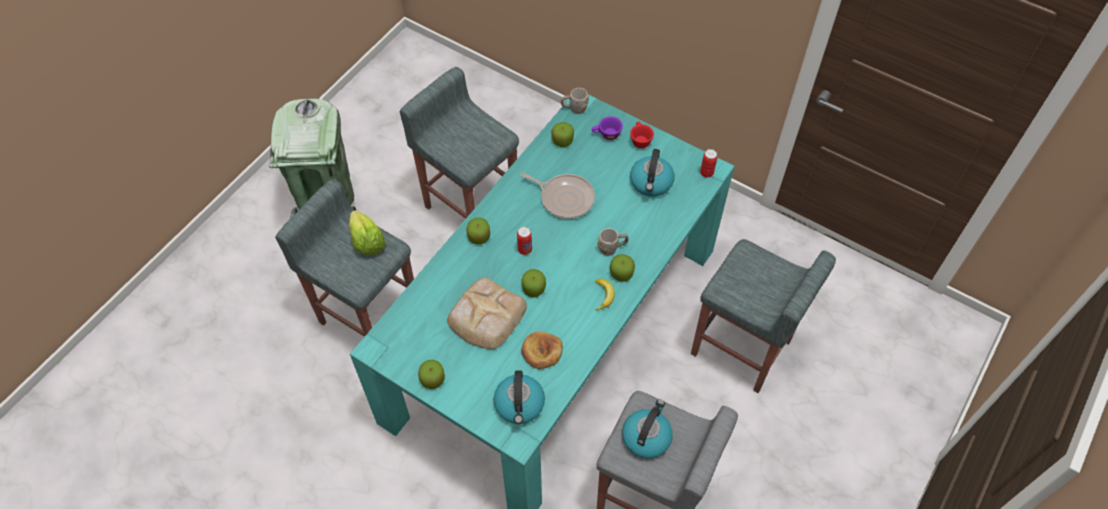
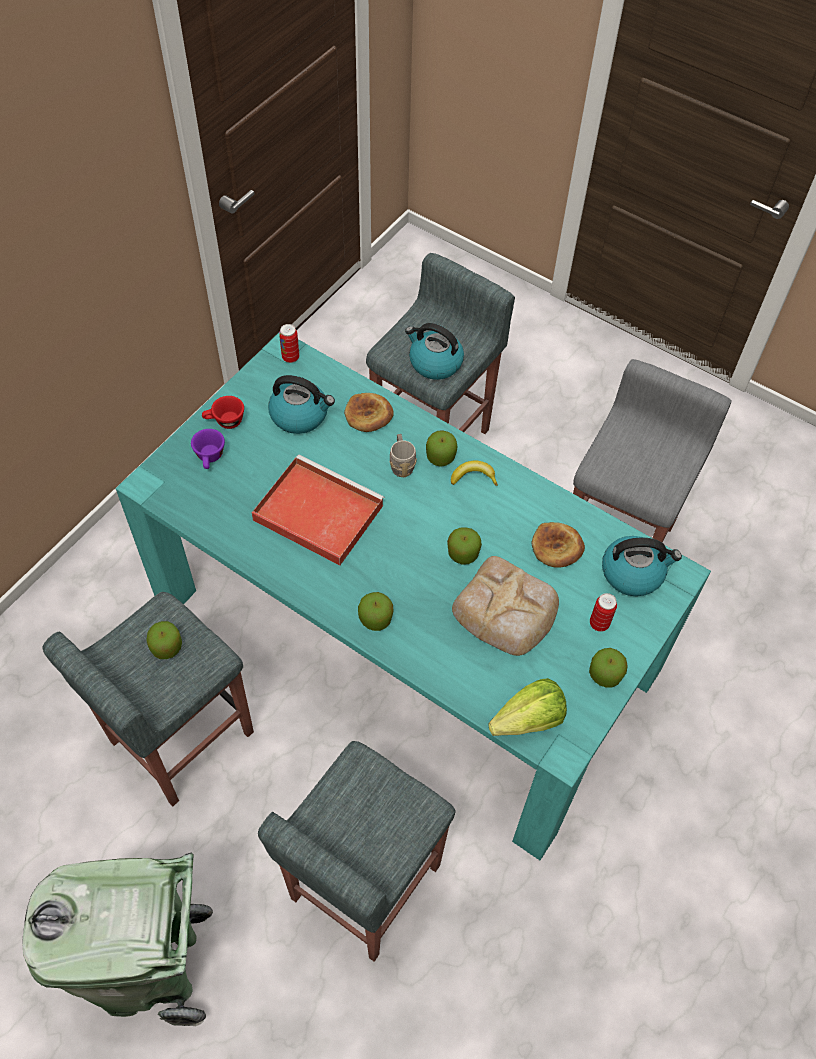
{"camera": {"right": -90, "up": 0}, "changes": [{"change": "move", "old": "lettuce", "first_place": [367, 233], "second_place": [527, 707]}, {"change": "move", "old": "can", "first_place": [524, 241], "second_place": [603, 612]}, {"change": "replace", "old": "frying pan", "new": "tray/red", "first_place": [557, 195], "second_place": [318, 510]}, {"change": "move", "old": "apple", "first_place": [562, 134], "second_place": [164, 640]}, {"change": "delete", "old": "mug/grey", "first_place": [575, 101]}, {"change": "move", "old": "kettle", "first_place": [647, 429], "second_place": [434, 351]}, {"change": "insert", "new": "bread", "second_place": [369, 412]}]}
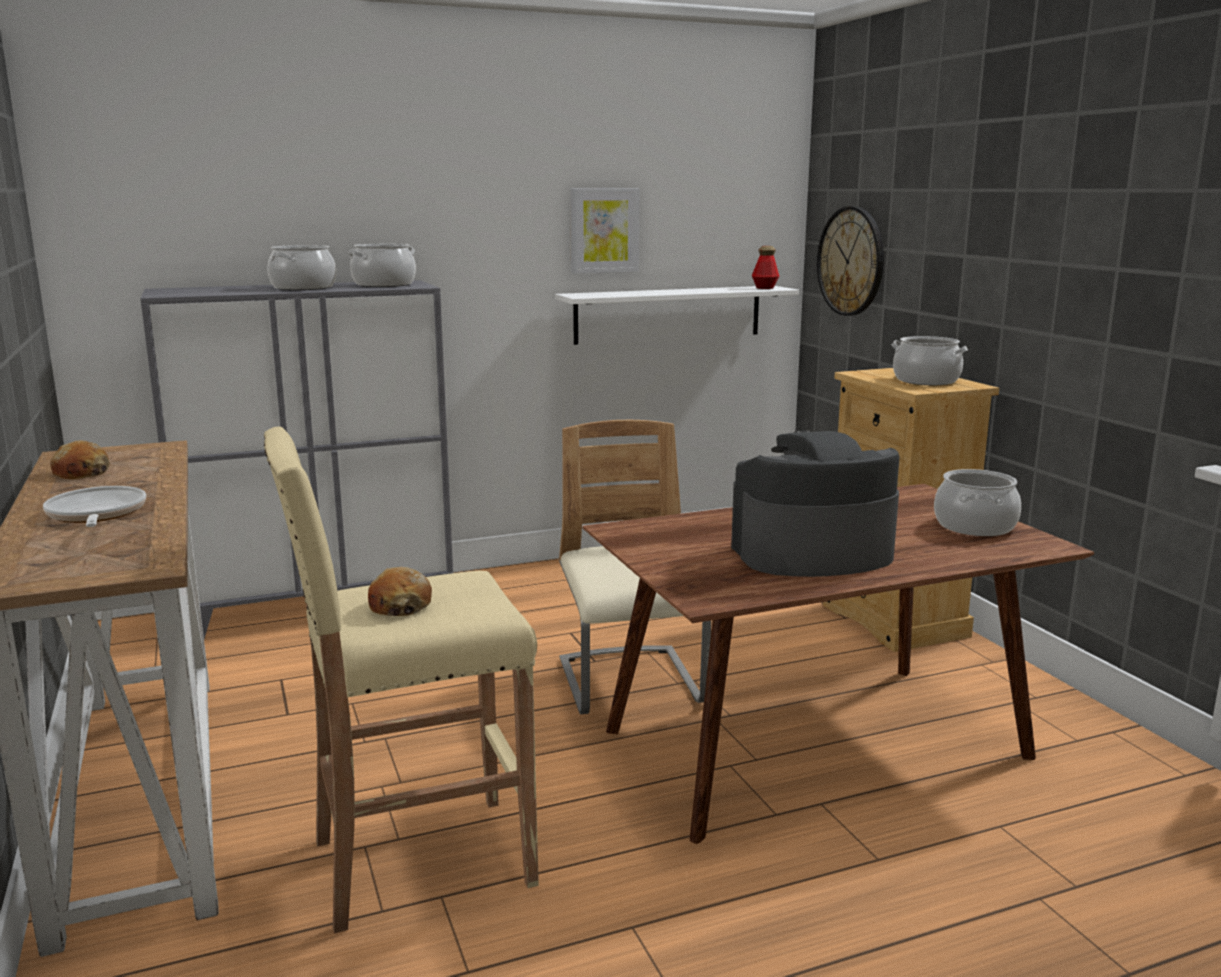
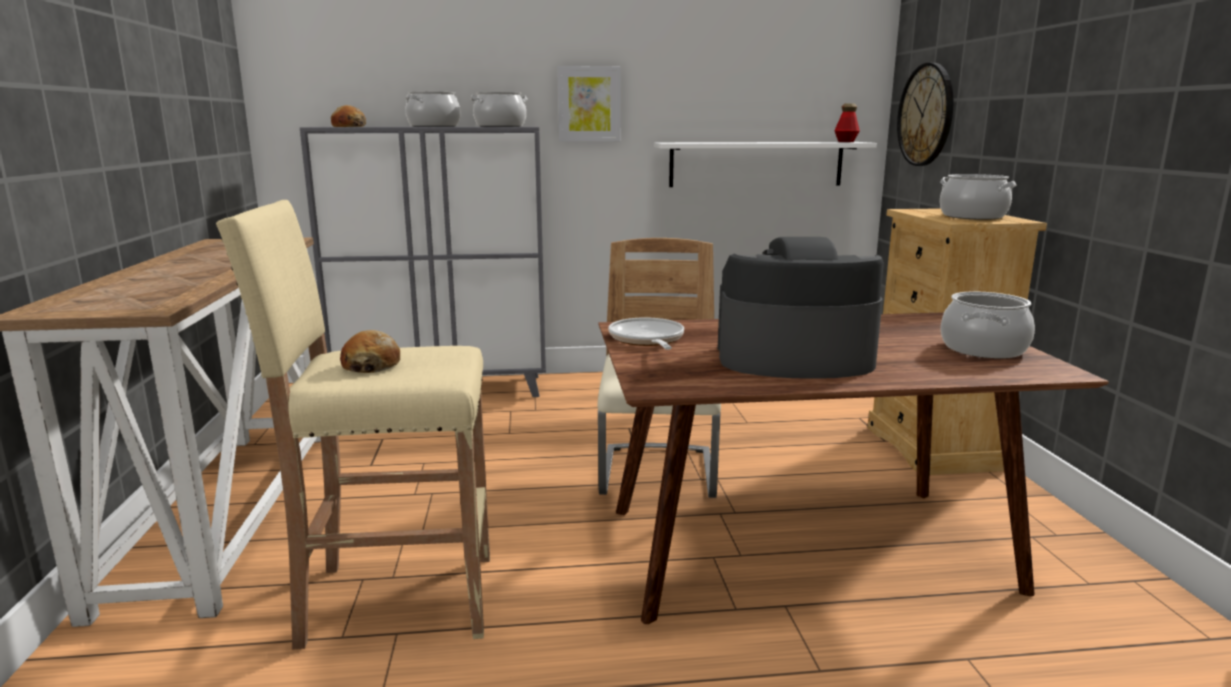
{"camera": {"right": 15, "up": 0}, "changes": [{"change": "move", "old": "frying pan", "first_place": [94, 506], "second_place": [646, 333]}, {"change": "move", "old": "bread", "first_place": [80, 459], "second_place": [348, 116]}, {"change": "move", "old": "picture", "first_place": [604, 231], "second_place": [589, 104]}]}
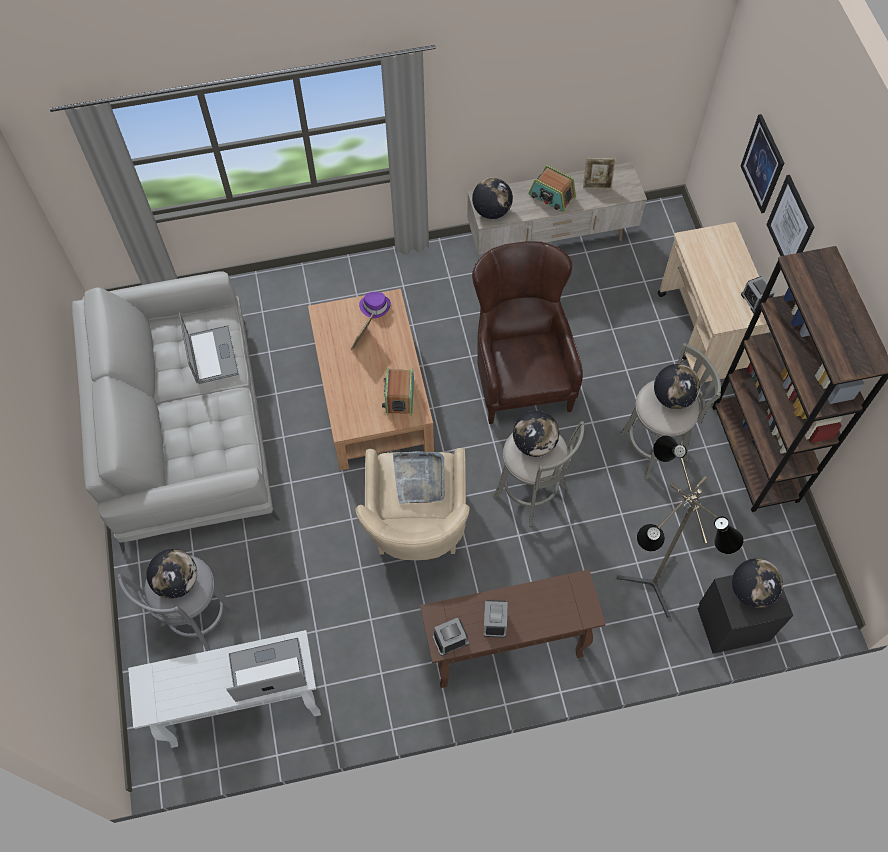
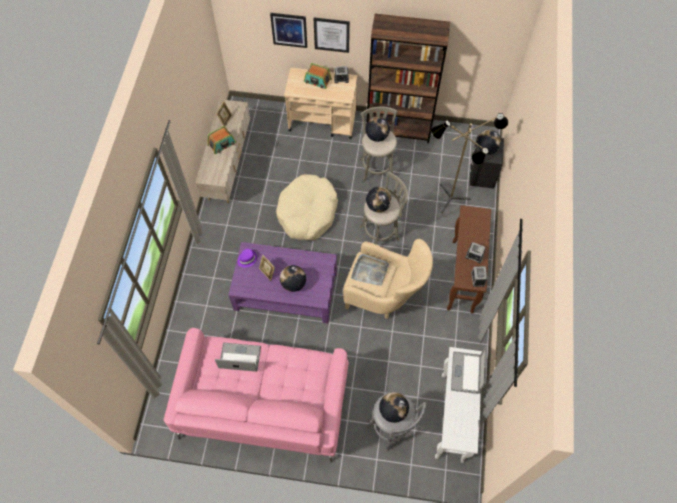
{"camera": {"right": -70, "up": 0}, "changes": [{"change": "recolor", "old": "sofa/grey", "new": "sofa/pink", "first_place": [176, 411], "second_place": [256, 395]}, {"change": "recolor", "old": "coffee table/brown", "new": "coffee table/purple", "first_place": [371, 380], "second_place": [283, 282]}, {"change": "move", "old": "radio", "first_place": [398, 391], "second_place": [318, 76]}, {"change": "move", "old": "globe", "first_place": [492, 198], "second_place": [293, 278]}, {"change": "replace", "old": "armchair/brown", "new": "dog bed/beige", "first_place": [527, 332], "second_place": [307, 207]}]}
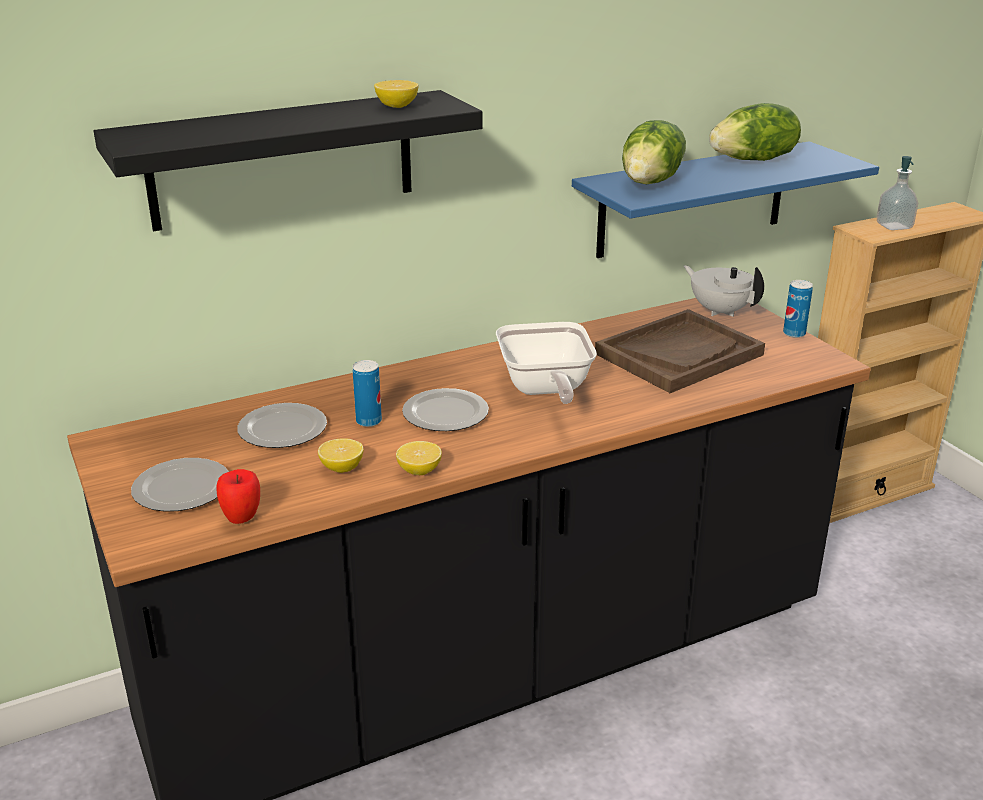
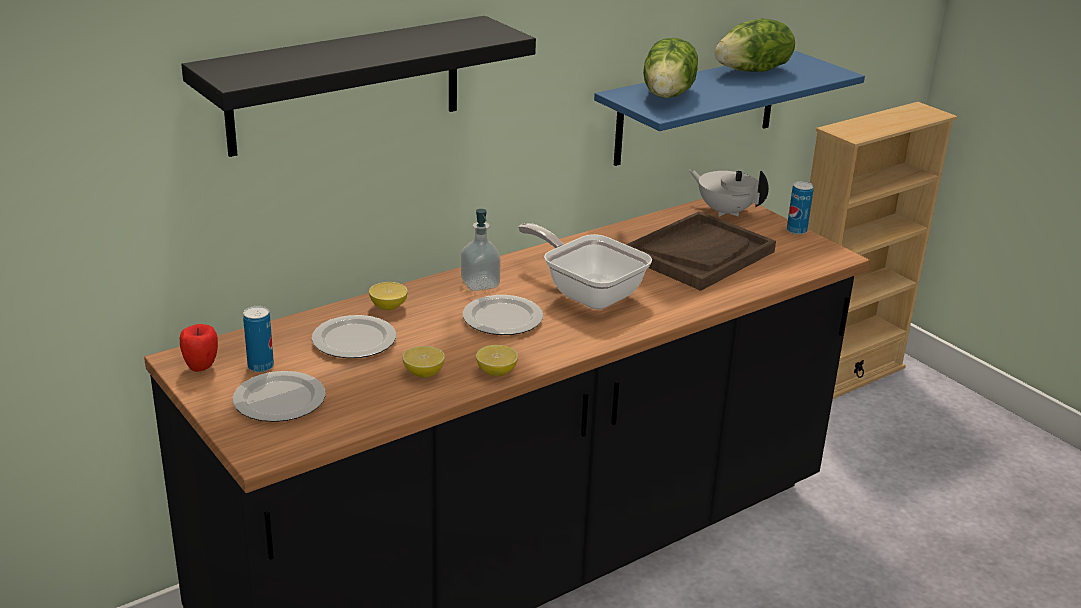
{"camera": {"right": -10, "up": 0}, "changes": [{"change": "move", "old": "apple", "first_place": [238, 496], "second_place": [199, 348]}, {"change": "move", "old": "can", "first_place": [367, 393], "second_place": [258, 339]}, {"change": "move", "old": "lemon", "first_place": [396, 94], "second_place": [388, 296]}, {"change": "rotate", "old": "frying pan", "first_place": [546, 363], "second_place": [585, 266], "degrees": 150}, {"change": "move", "old": "soap dispenser", "first_place": [897, 193], "second_place": [481, 250]}]}
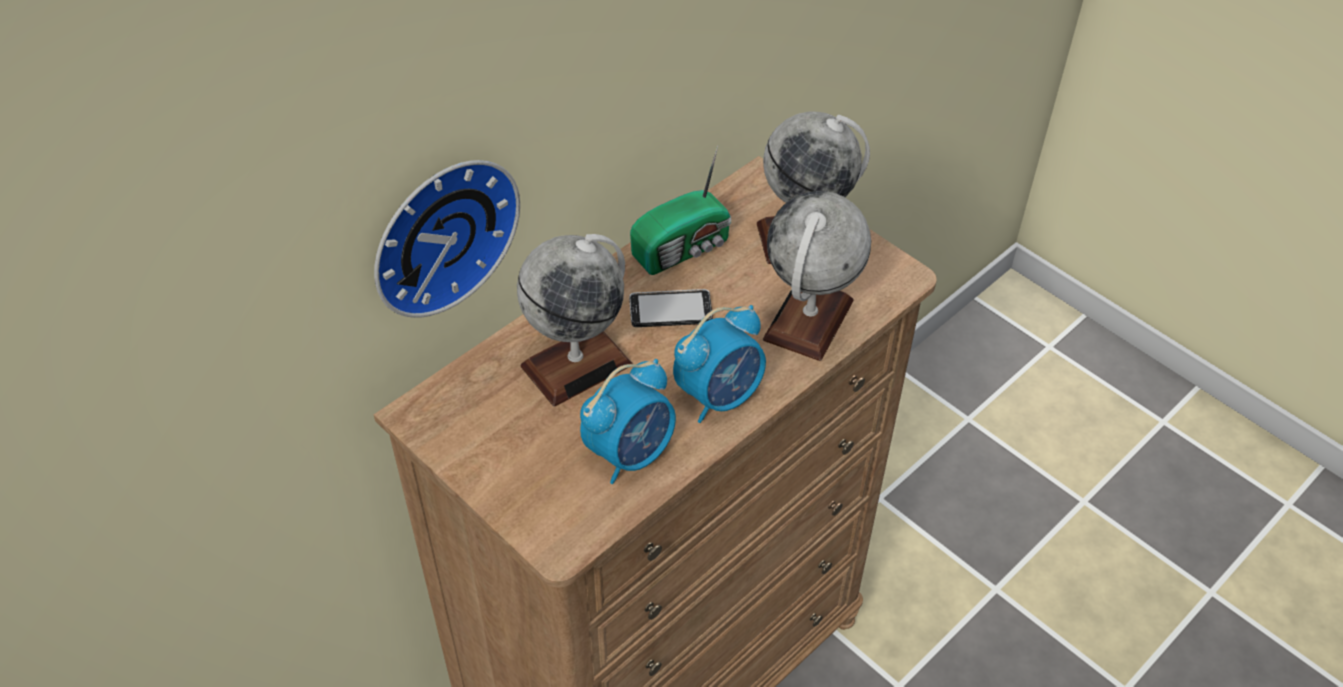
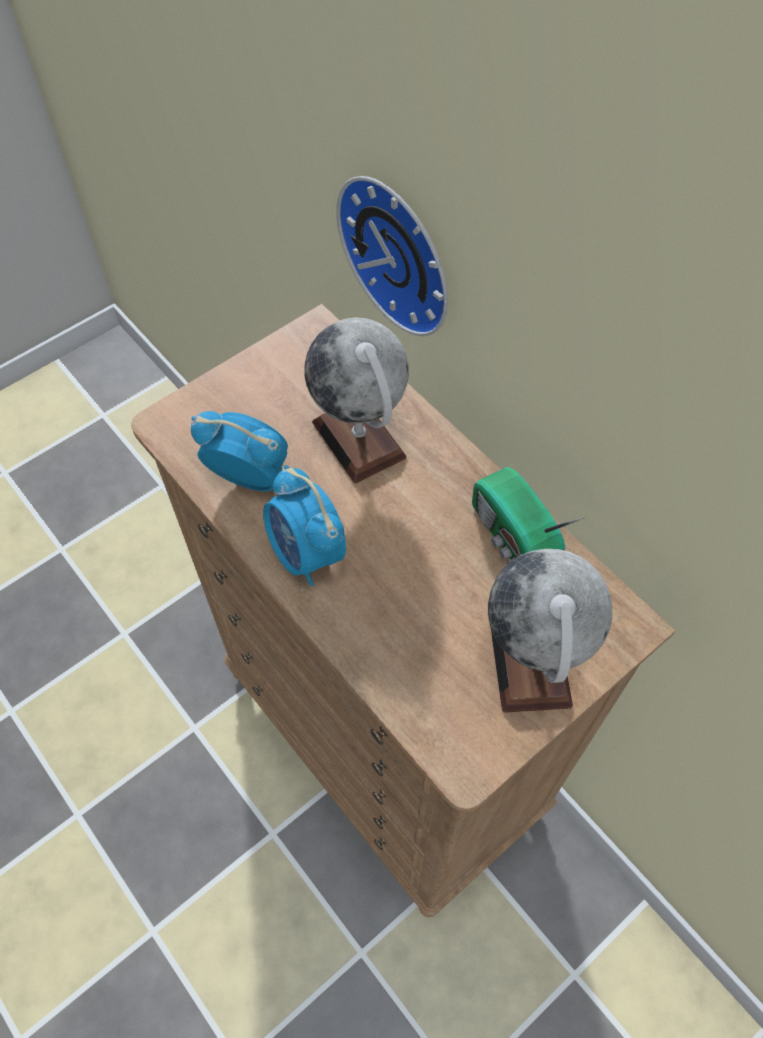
{"camera": {"right": 95, "up": 10}, "changes": [{"change": "rotate", "old": "alarm clock", "first_place": [628, 421], "second_place": [239, 451], "degrees": 150}, {"change": "delete", "old": "phone", "first_place": [671, 308]}, {"change": "delete", "old": "globe", "first_place": [817, 276]}]}
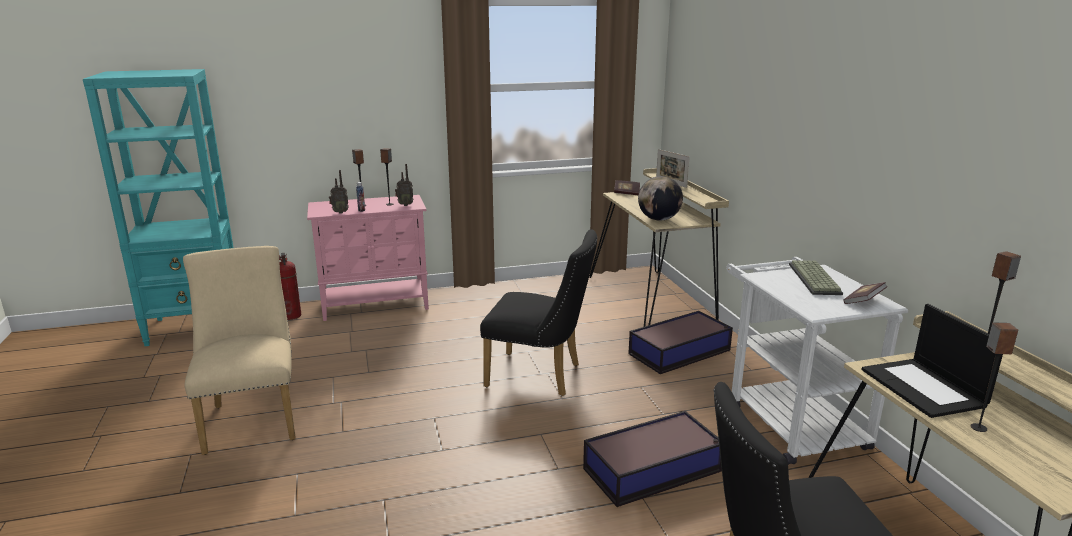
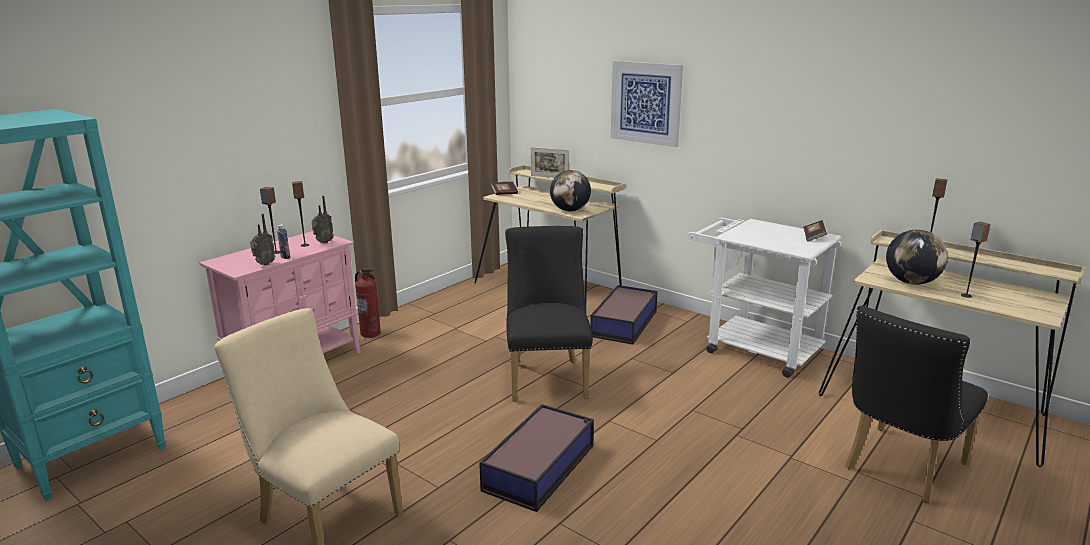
{"camera": {"right": -35, "up": 0}, "changes": [{"change": "move", "old": "fire extinguisher", "first_place": [290, 286], "second_place": [368, 303]}, {"change": "rotate", "old": "chair/black", "first_place": [538, 312], "second_place": [549, 314], "degrees": -75}, {"change": "move", "old": "storage box", "first_place": [652, 459], "second_place": [536, 458]}, {"change": "delete", "old": "keyboard", "first_place": [816, 277]}, {"change": "replace", "old": "laptop", "new": "globe", "first_place": [932, 361], "second_place": [917, 257]}, {"change": "insert", "new": "picture", "second_place": [647, 104]}]}
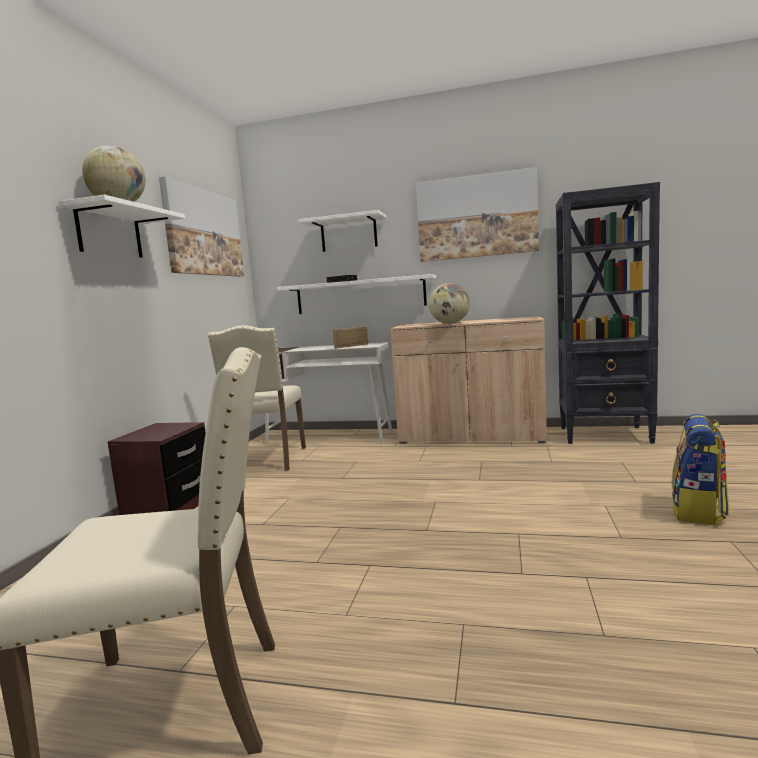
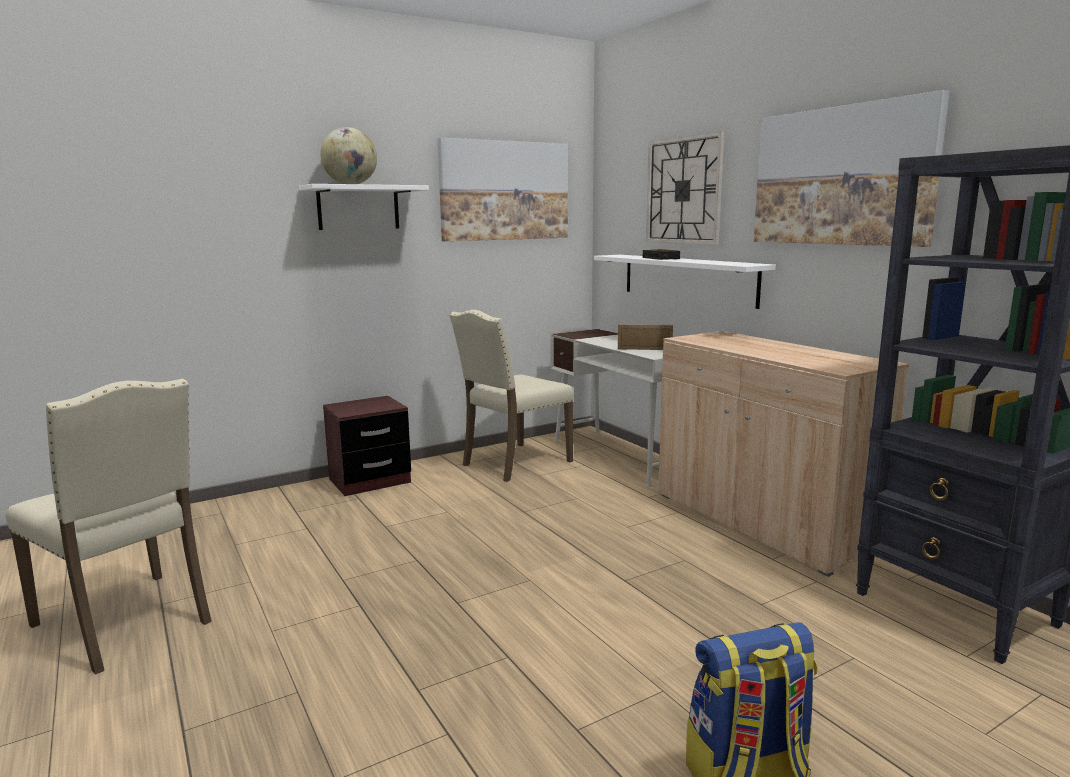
{"camera": {"right": 45, "up": 5}, "changes": [{"change": "replace", "old": "shelf/white", "new": "wall clock", "first_place": [342, 231], "second_place": [685, 188]}, {"change": "delete", "old": "globe", "first_place": [449, 303]}]}
